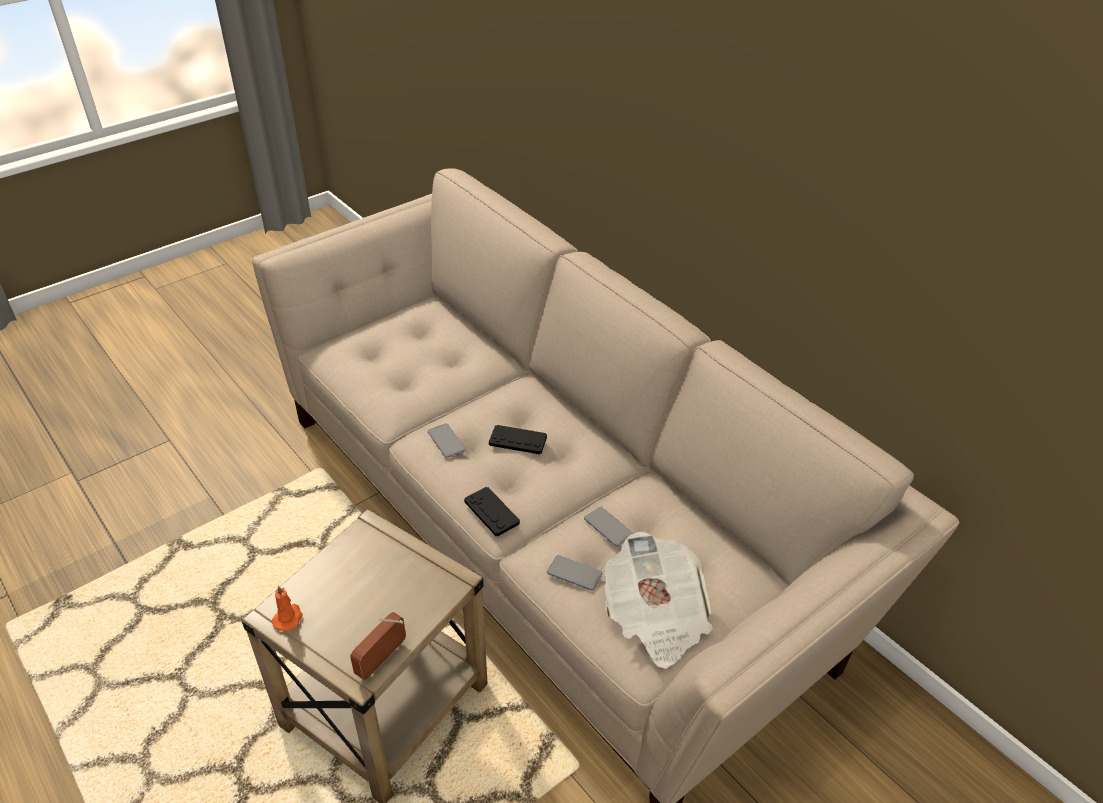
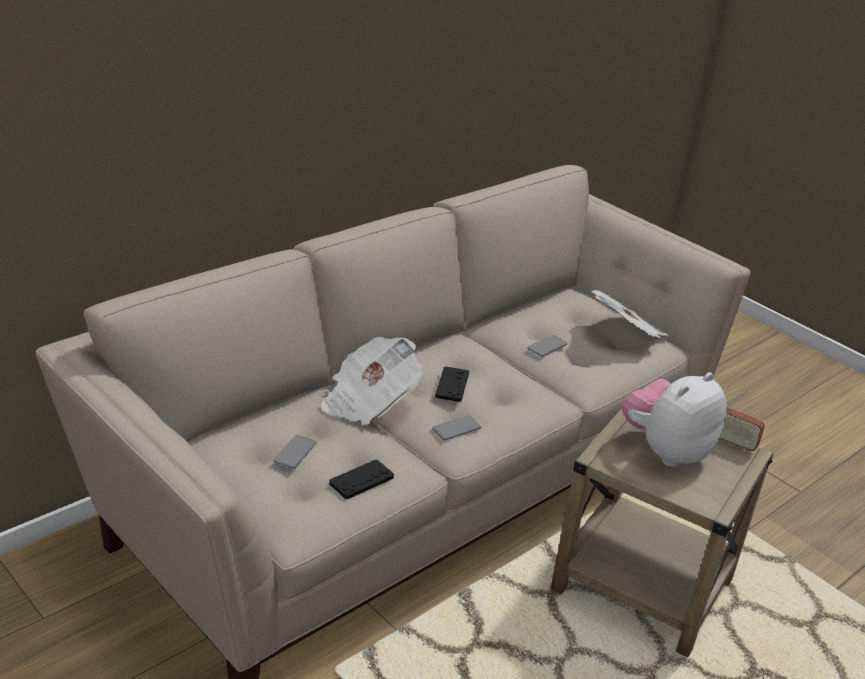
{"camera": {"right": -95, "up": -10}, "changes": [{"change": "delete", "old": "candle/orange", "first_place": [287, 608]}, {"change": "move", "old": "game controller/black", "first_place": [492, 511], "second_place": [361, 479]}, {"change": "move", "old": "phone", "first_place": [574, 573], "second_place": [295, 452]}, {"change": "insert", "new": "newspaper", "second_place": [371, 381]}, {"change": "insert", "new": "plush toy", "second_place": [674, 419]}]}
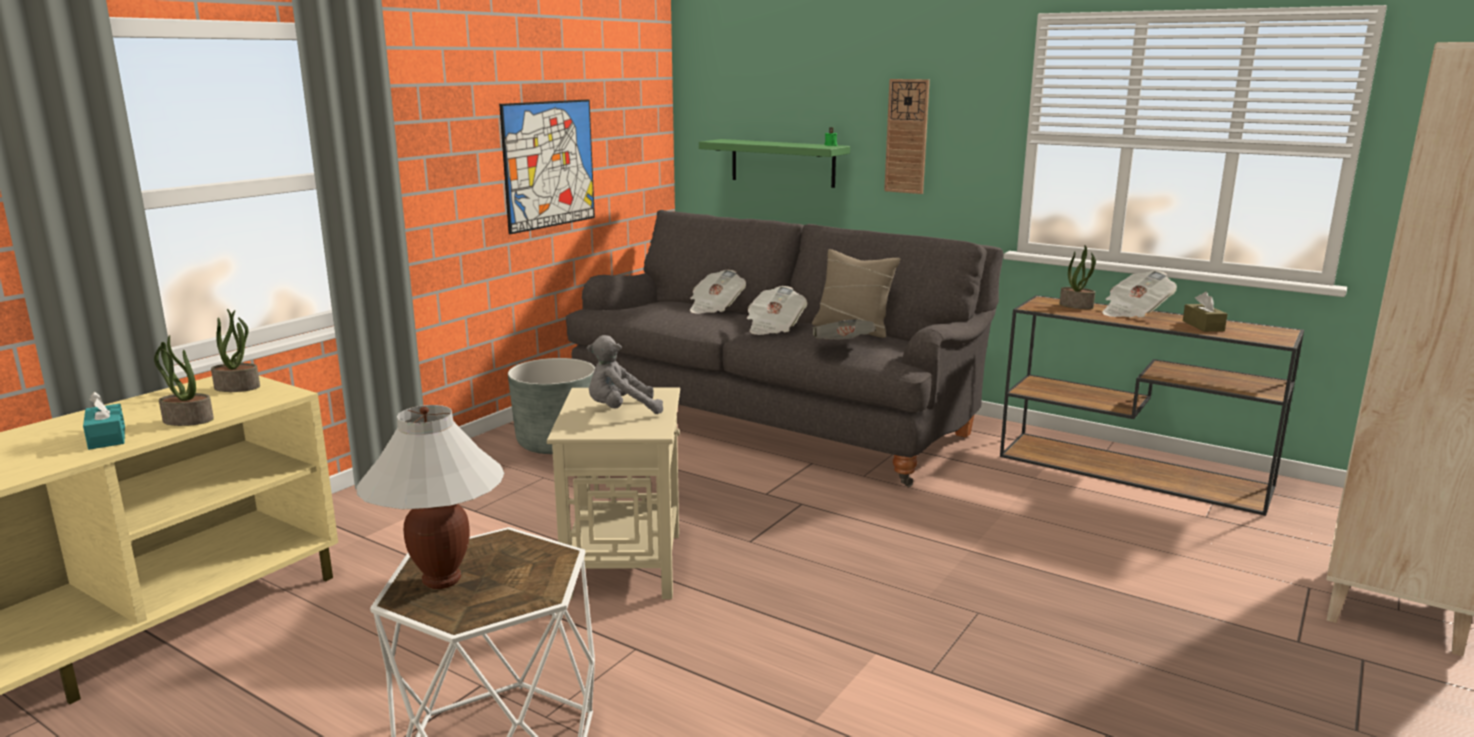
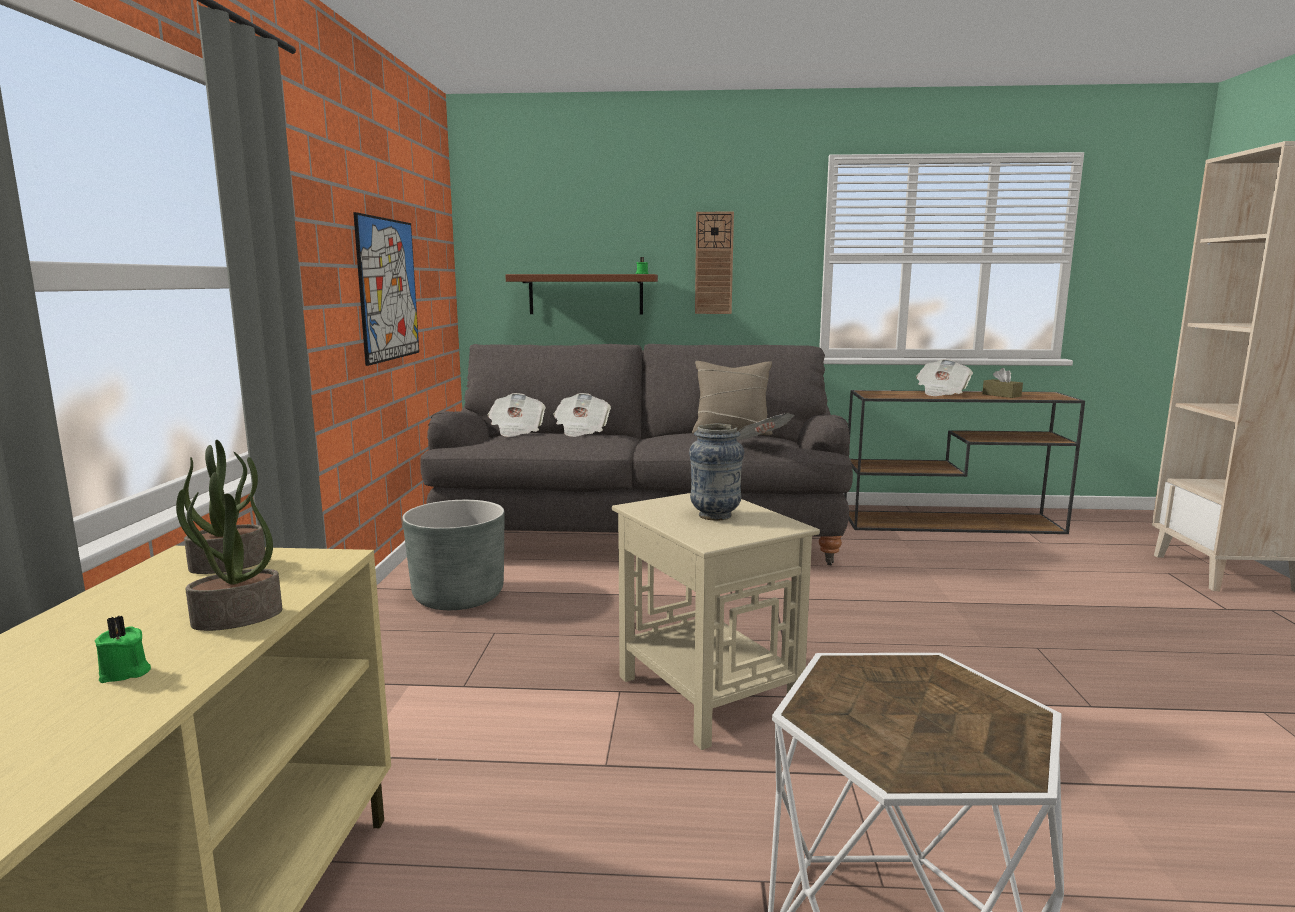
{"camera": {"right": -30, "up": -5}, "changes": [{"change": "replace", "old": "tissue box/turquoise", "new": "candle/green", "first_place": [104, 421], "second_place": [123, 649]}, {"change": "delete", "old": "table lamp/white", "first_place": [430, 497]}, {"change": "replace", "old": "plush toy/grey", "new": "vase", "first_place": [625, 374], "second_place": [716, 472]}, {"change": "recolor", "old": "shelf/green", "new": "shelf/brown", "first_place": [774, 163], "second_place": [582, 294]}, {"change": "move", "old": "newspaper", "first_place": [777, 310], "second_place": [517, 415]}, {"change": "delete", "old": "potted plant", "first_place": [1078, 277]}]}
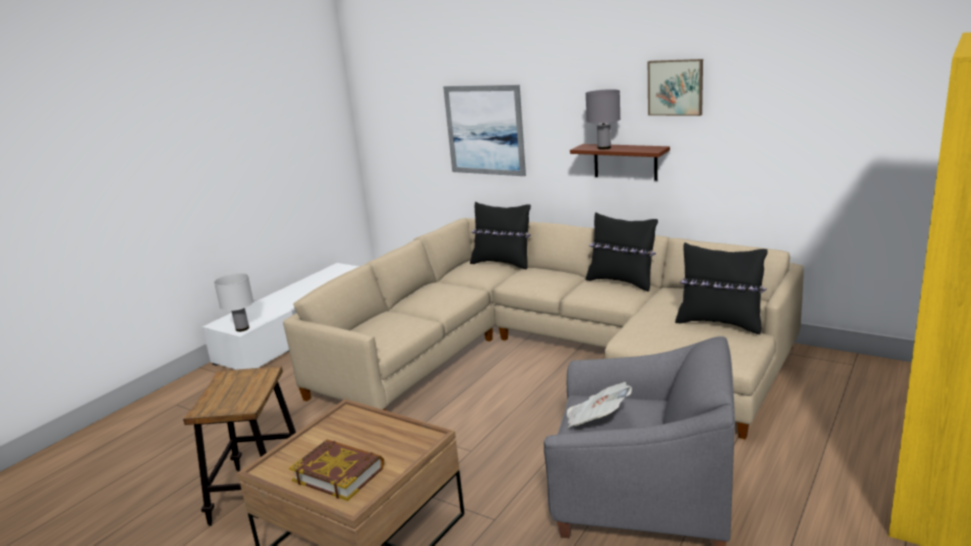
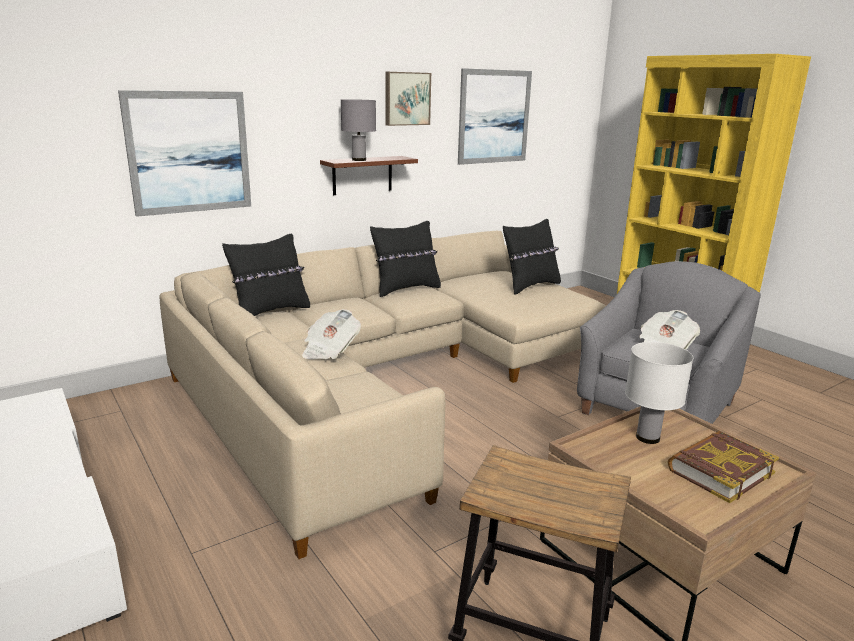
{"camera": {"right": -70, "up": 0}, "changes": [{"change": "move", "old": "table lamp/white", "first_place": [234, 302], "second_place": [659, 393]}, {"change": "insert", "new": "newspaper", "second_place": [331, 334]}, {"change": "insert", "new": "picture", "second_place": [495, 116]}]}
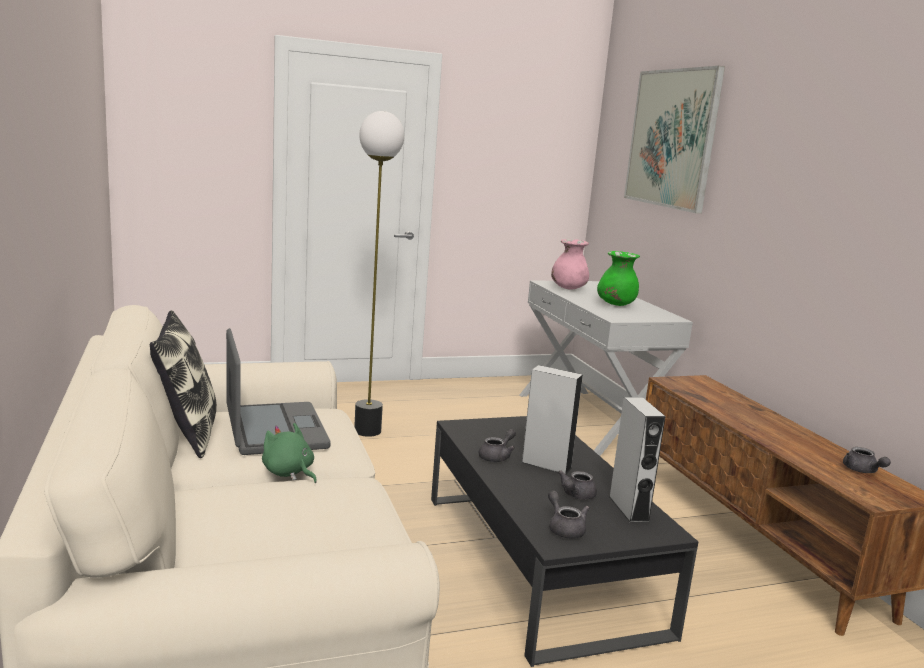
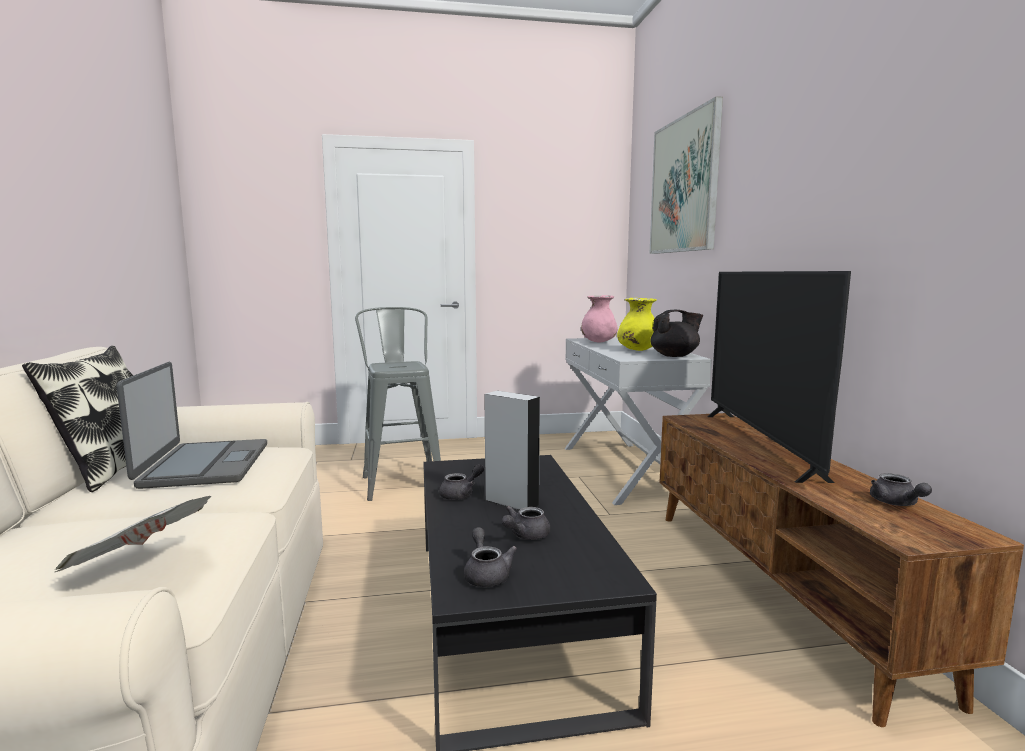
{"camera": {"right": 10, "up": -5}, "changes": [{"change": "delete", "old": "plush toy/green", "first_place": [289, 453]}, {"change": "replace", "old": "floor lamp", "new": "stool/grey", "first_place": [379, 274], "second_place": [398, 404]}, {"change": "recolor", "old": "vase/green", "new": "vase/yellow", "first_place": [618, 278], "second_place": [637, 324]}, {"change": "delete", "old": "speaker/grey", "first_place": [637, 459]}, {"change": "insert", "new": "newspaper", "second_place": [133, 534]}, {"change": "insert", "new": "teapot/black", "second_place": [676, 333]}, {"change": "insert", "new": "television", "second_place": [779, 377]}]}
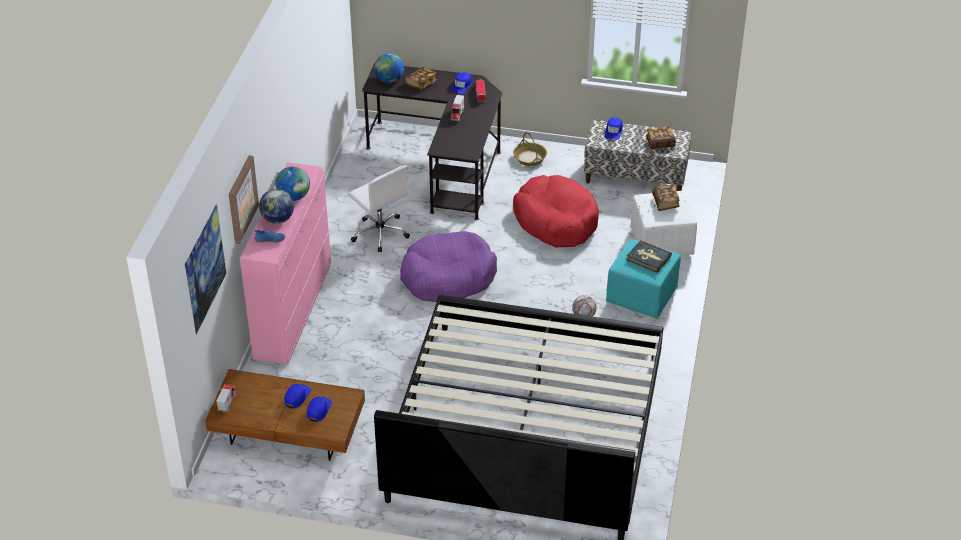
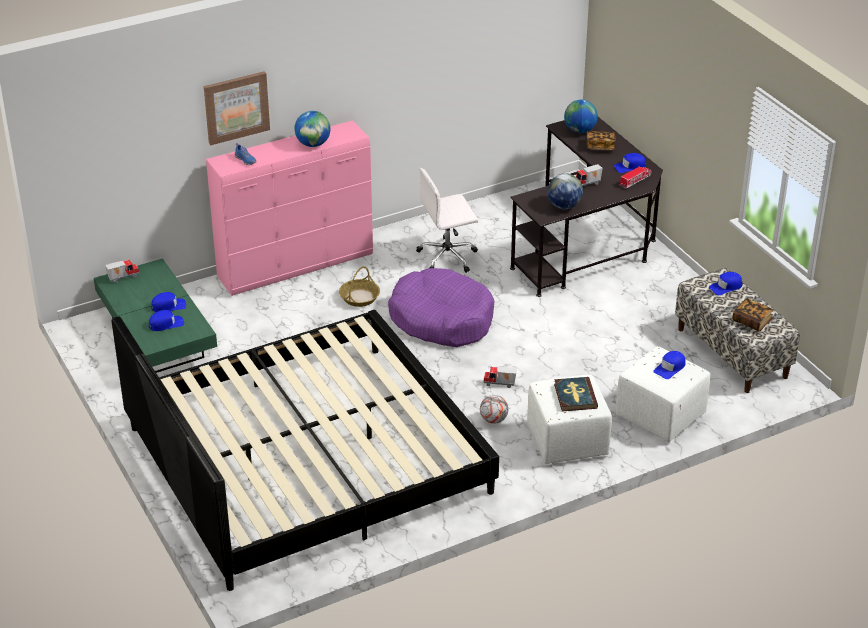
{"camera": {"right": 50, "up": -5}, "changes": [{"change": "delete", "old": "picture", "first_place": [206, 269]}, {"change": "recolor", "old": "coffee table/brown", "new": "coffee table/green", "first_place": [285, 415], "second_place": [155, 315]}, {"change": "move", "old": "globe", "first_place": [276, 206], "second_place": [565, 191]}, {"change": "rotate", "old": "office chair/white", "first_place": [379, 209], "second_place": [447, 220], "degrees": 60}, {"change": "move", "old": "basket", "first_place": [530, 149], "second_place": [359, 286]}, {"change": "delete", "old": "dog bed/red", "first_place": [556, 211]}, {"change": "recolor", "old": "ottoman/turquoise", "new": "ottoman/white", "first_place": [643, 278], "second_place": [569, 419]}, {"change": "replace", "old": "book", "new": "cap/blue", "first_place": [666, 197], "second_place": [669, 365]}, {"change": "insert", "new": "toy truck", "second_place": [500, 377]}]}
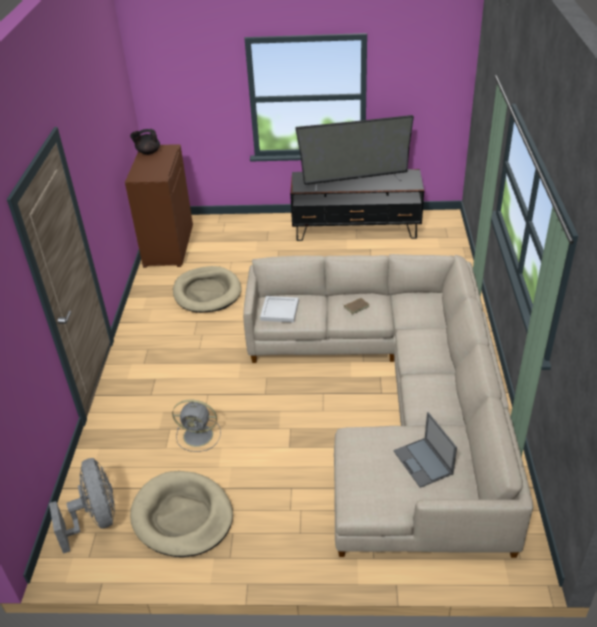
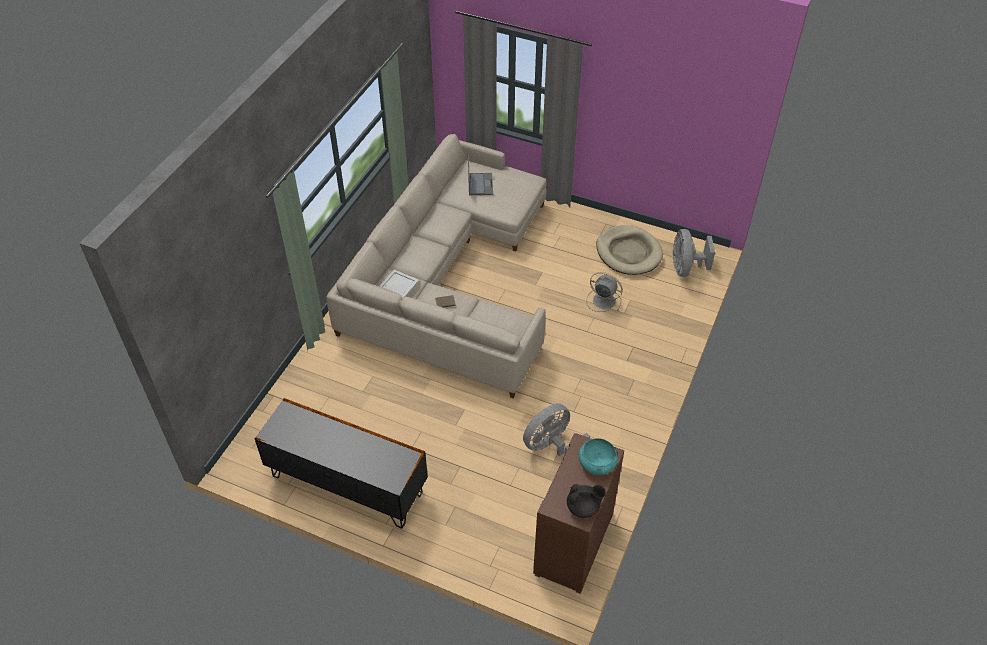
{"camera": {"right": -160, "up": 10}, "changes": [{"change": "replace", "old": "dog bed/beige", "new": "fan/grey", "first_place": [207, 289], "second_place": [556, 429]}, {"change": "move", "old": "tray/white", "first_place": [279, 309], "second_place": [399, 283]}, {"change": "delete", "old": "television", "first_place": [354, 153]}, {"change": "insert", "new": "bowl/turquoise", "second_place": [598, 456]}]}
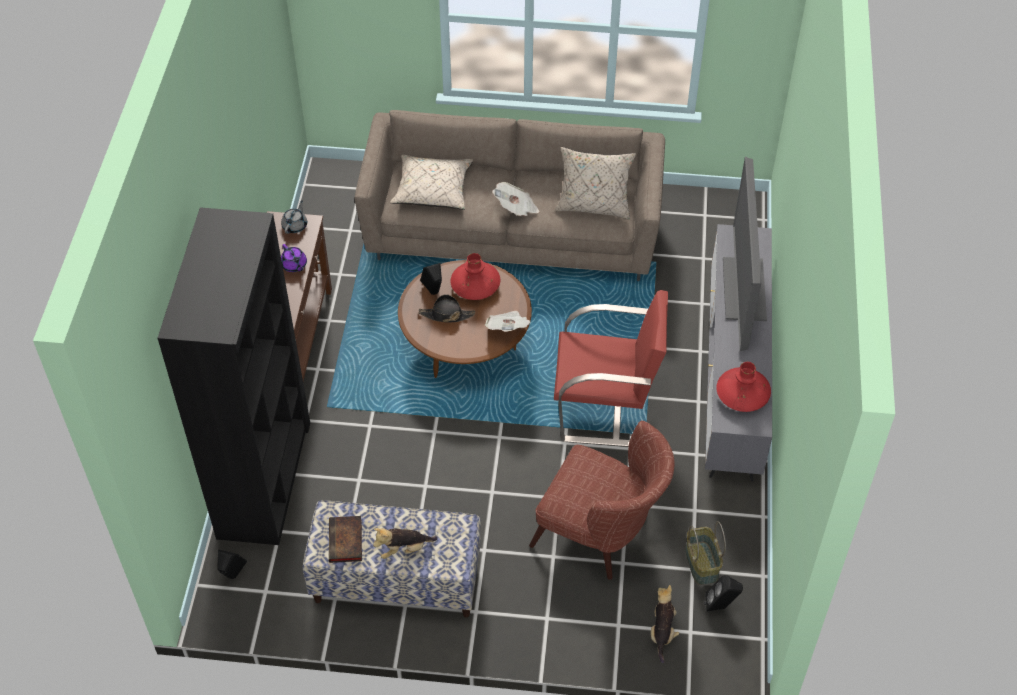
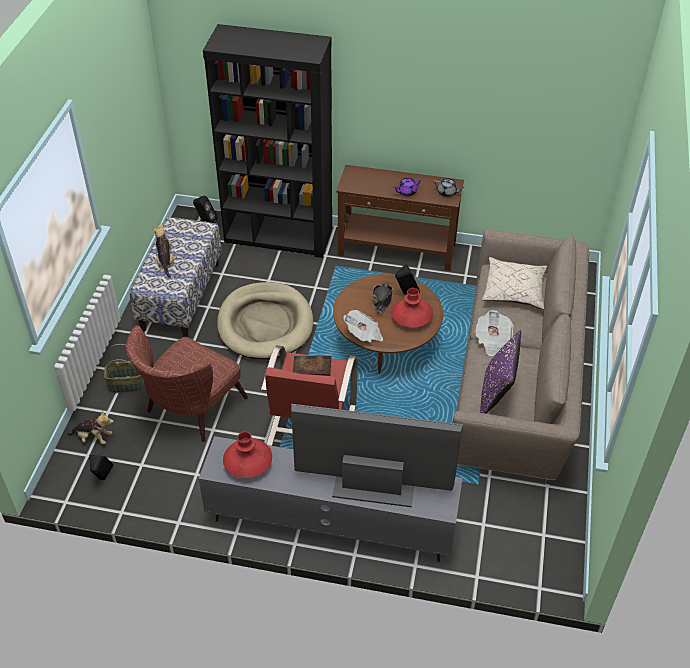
{"camera": {"right": 95, "up": -5}, "changes": [{"change": "move", "old": "book", "first_place": [345, 539], "second_place": [312, 366]}, {"change": "recolor", "old": "pillow/beige", "new": "pillow/purple", "first_place": [595, 183], "second_place": [500, 372]}, {"change": "move", "old": "basket", "first_place": [705, 553], "second_place": [124, 368]}, {"change": "insert", "new": "dog bed/beige", "second_place": [265, 320]}]}
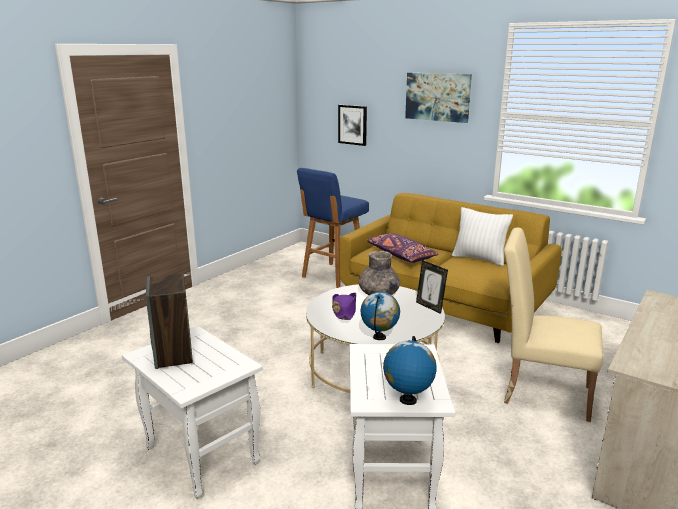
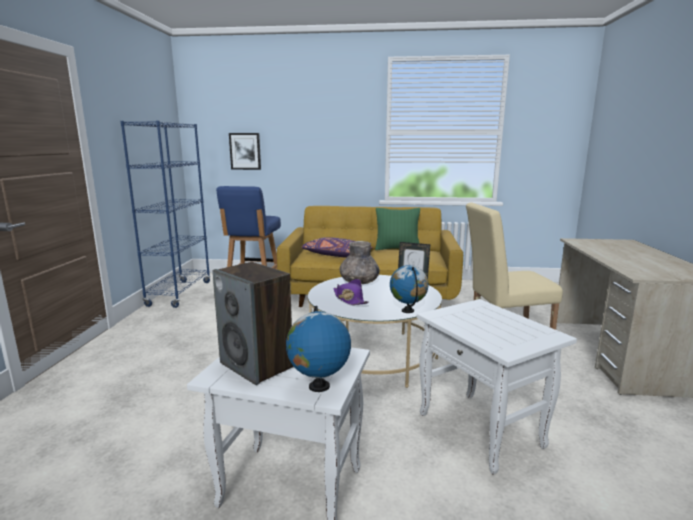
{"camera": {"right": -30, "up": -5}, "changes": [{"change": "move", "old": "globe", "first_place": [410, 370], "second_place": [318, 349]}, {"change": "delete", "old": "picture", "first_place": [438, 98]}, {"change": "recolor", "old": "pillow/white", "new": "pillow/green", "first_place": [482, 236], "second_place": [397, 229]}, {"change": "insert", "new": "bookcase/blue", "second_place": [166, 214]}]}
